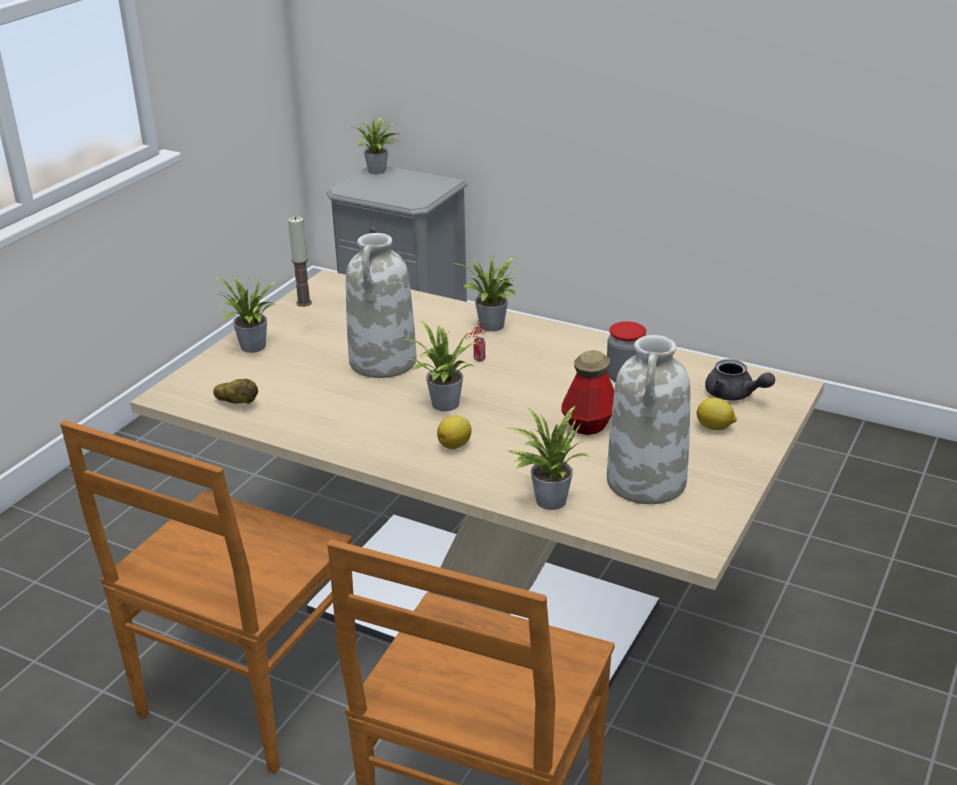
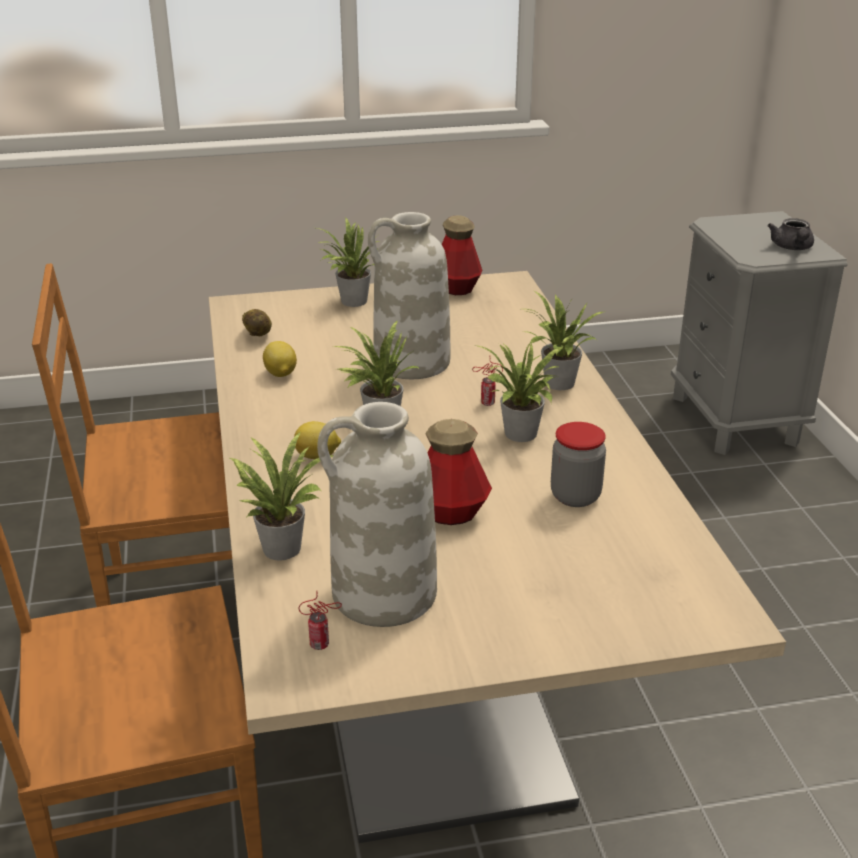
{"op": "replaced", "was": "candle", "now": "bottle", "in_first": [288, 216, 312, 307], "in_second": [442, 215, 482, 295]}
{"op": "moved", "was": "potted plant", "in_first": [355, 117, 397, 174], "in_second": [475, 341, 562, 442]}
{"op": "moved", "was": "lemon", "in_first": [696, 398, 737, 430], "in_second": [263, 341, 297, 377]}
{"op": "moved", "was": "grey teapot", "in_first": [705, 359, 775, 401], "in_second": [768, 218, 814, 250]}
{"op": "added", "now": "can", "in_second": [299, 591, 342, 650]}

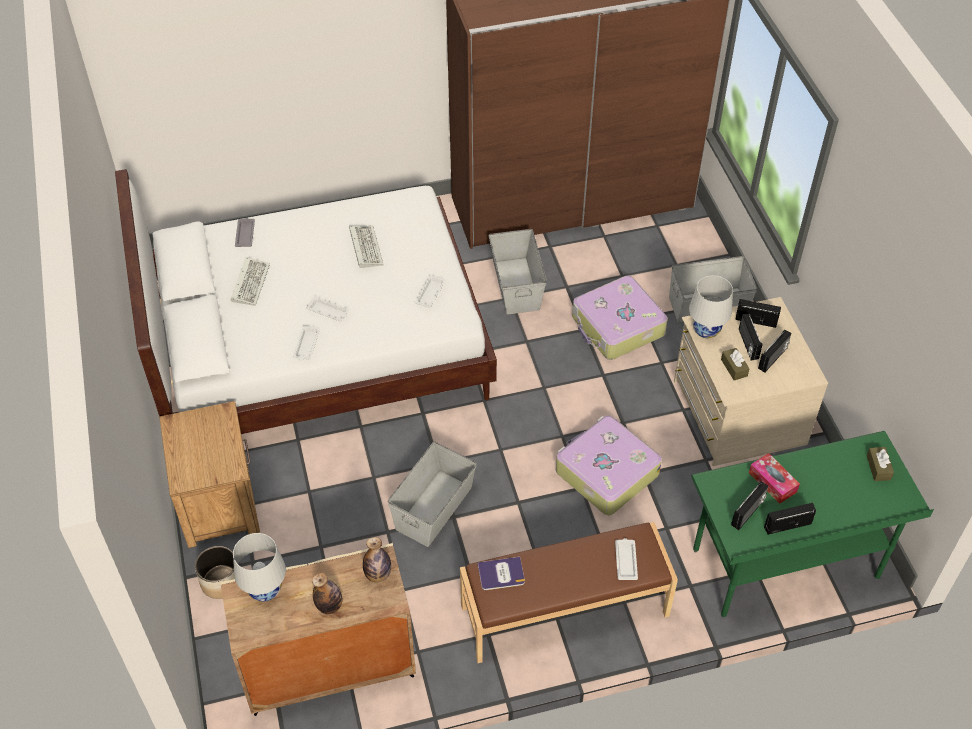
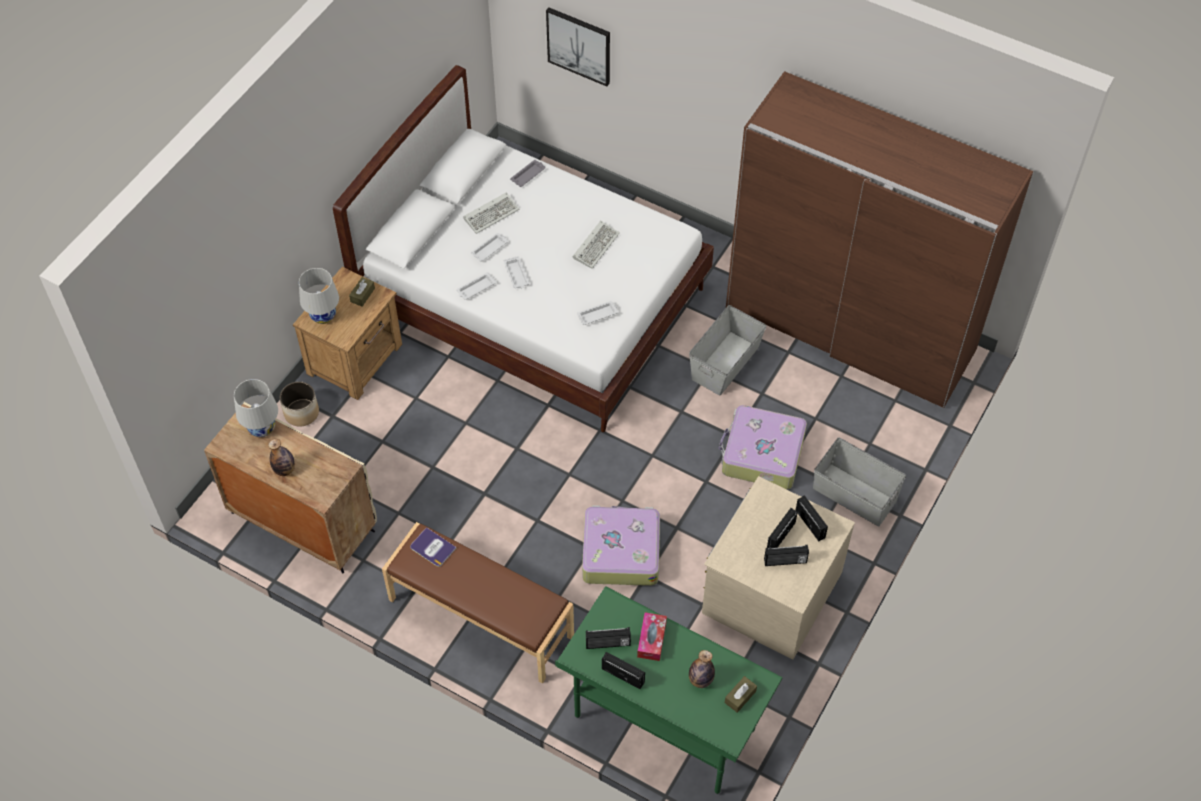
{"op": "moved", "was": "bottle", "in_first": [363, 537, 391, 583], "in_second": [689, 650, 715, 688]}
{"op": "removed", "was": "grey storage box", "in_first": [388, 442, 477, 547]}
{"op": "moved", "was": "white tray", "in_first": [615, 538, 638, 580], "in_second": [471, 233, 508, 261]}
{"op": "moved", "was": "white table lamp", "in_first": [689, 276, 733, 339], "in_second": [299, 268, 339, 324]}
{"op": "moved", "was": "brown tissue box", "in_first": [721, 348, 750, 380], "in_second": [349, 277, 375, 307]}
{"op": "added", "now": "picture", "in_second": [546, 8, 610, 86]}

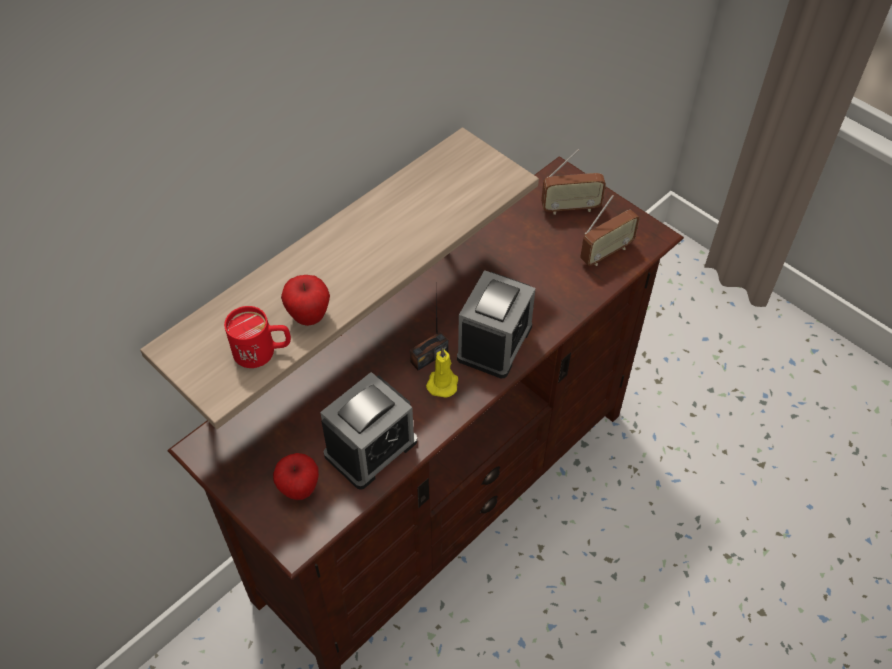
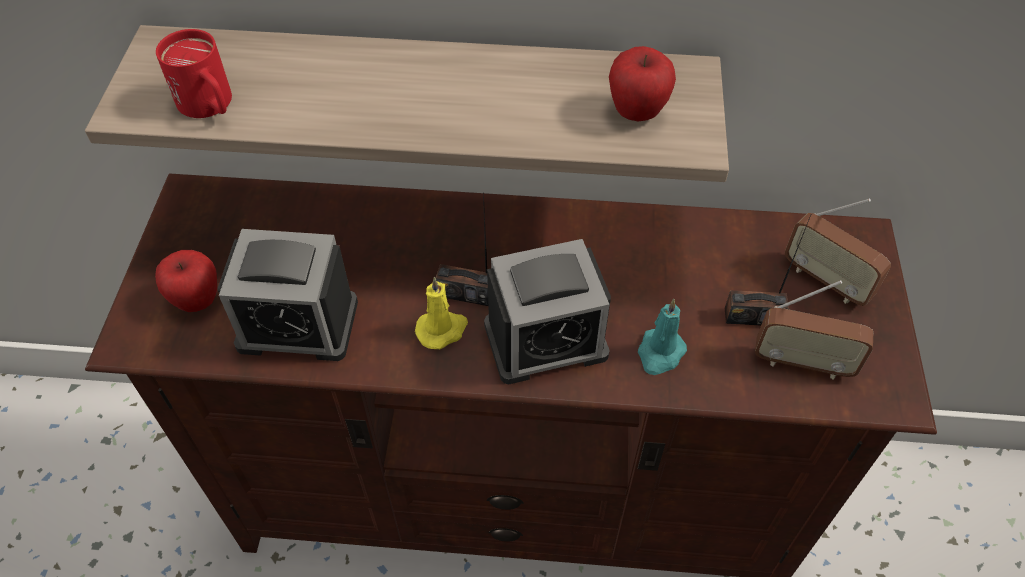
{"op": "moved", "was": "apple", "in_first": [281, 275, 330, 326], "in_second": [609, 46, 676, 121]}
{"op": "added", "now": "turquoise candle", "in_second": [638, 299, 687, 375]}
{"op": "added", "now": "radio", "in_second": [725, 215, 811, 325]}

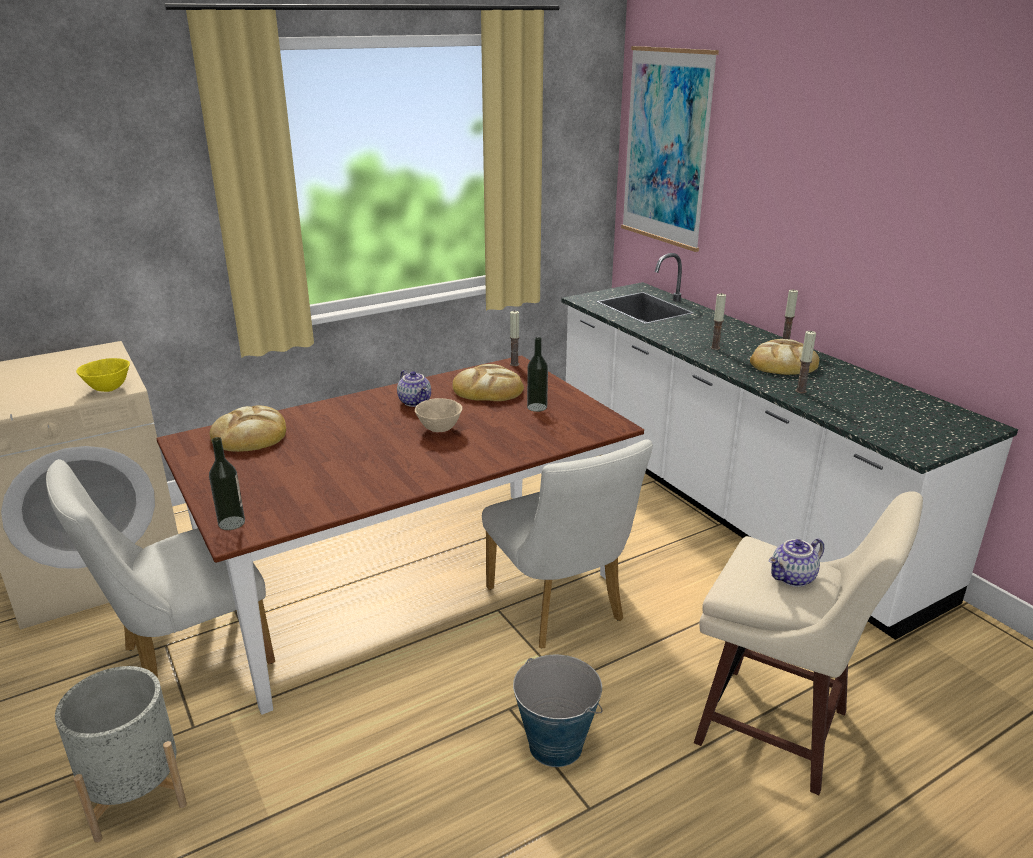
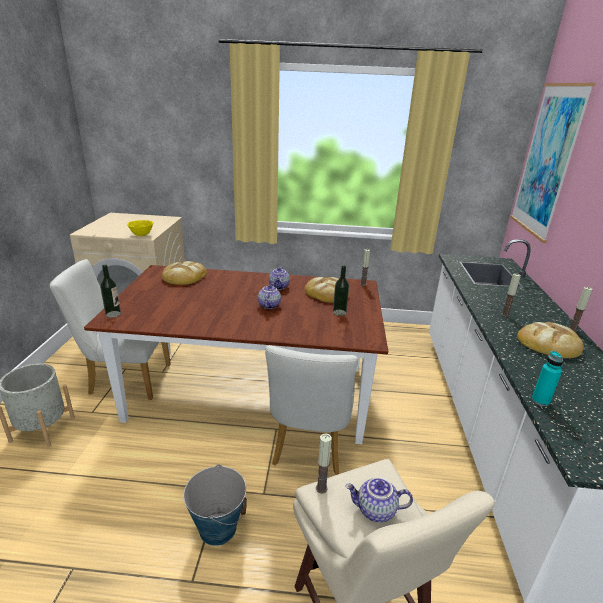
{"op": "replaced", "was": "beige bowl", "now": "teapot", "in_first": [415, 398, 463, 432], "in_second": [258, 283, 281, 309]}
{"op": "moved", "was": "candle", "in_first": [795, 330, 816, 394], "in_second": [316, 434, 332, 493]}
{"op": "added", "now": "turquoise bottle", "in_second": [532, 351, 563, 406]}

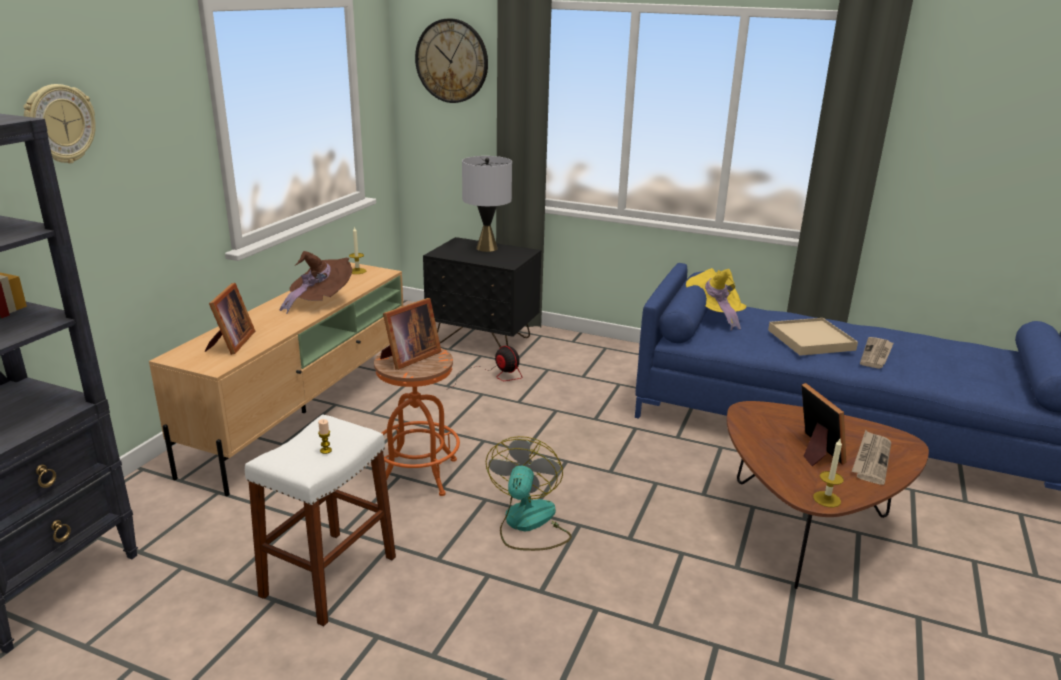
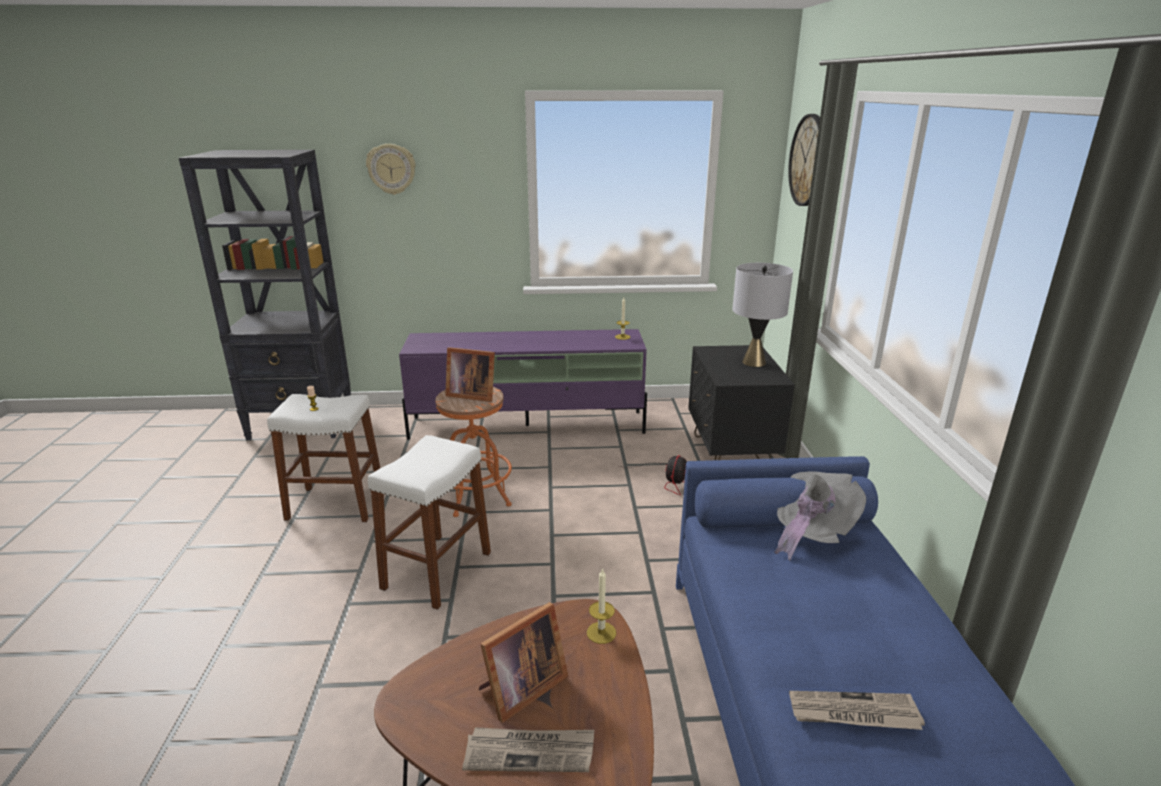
{"op": "recoloured", "was": "beige tv stand", "now": "purple tv stand", "in_first": [149, 262, 403, 496], "in_second": [399, 329, 647, 440]}
{"op": "removed", "was": "picture frame", "in_first": [205, 283, 255, 355]}
{"op": "removed", "was": "brown hat", "in_first": [280, 251, 352, 314]}
{"op": "replaced", "was": "fan", "now": "white stool", "in_first": [485, 436, 572, 551], "in_second": [368, 435, 491, 610]}
{"op": "recoloured", "was": "yellow hat", "now": "grey hat", "in_first": [686, 268, 747, 331], "in_second": [774, 471, 866, 560]}
{"op": "removed", "was": "beige tray", "in_first": [768, 318, 858, 356]}
{"op": "moved", "was": "candle", "in_first": [813, 439, 844, 507], "in_second": [587, 568, 616, 644]}

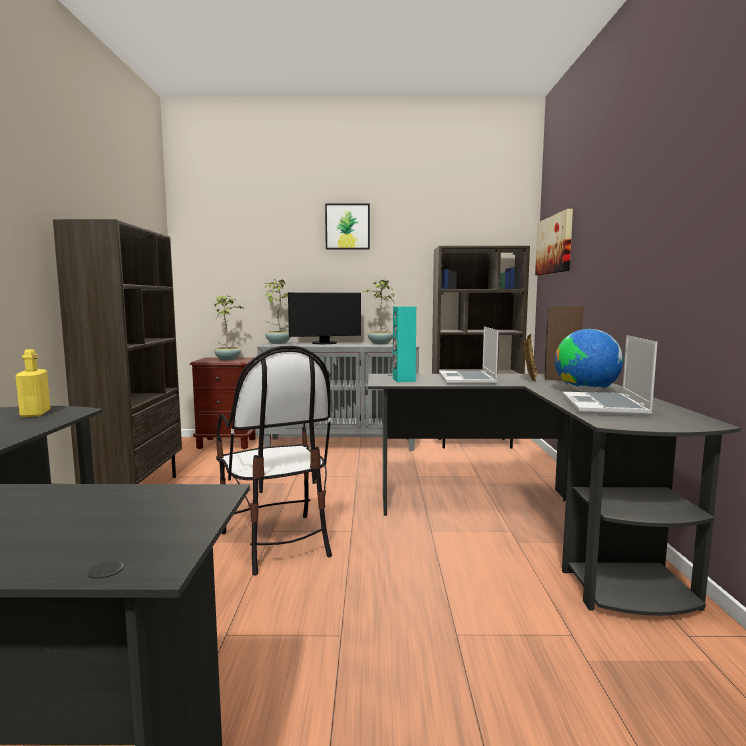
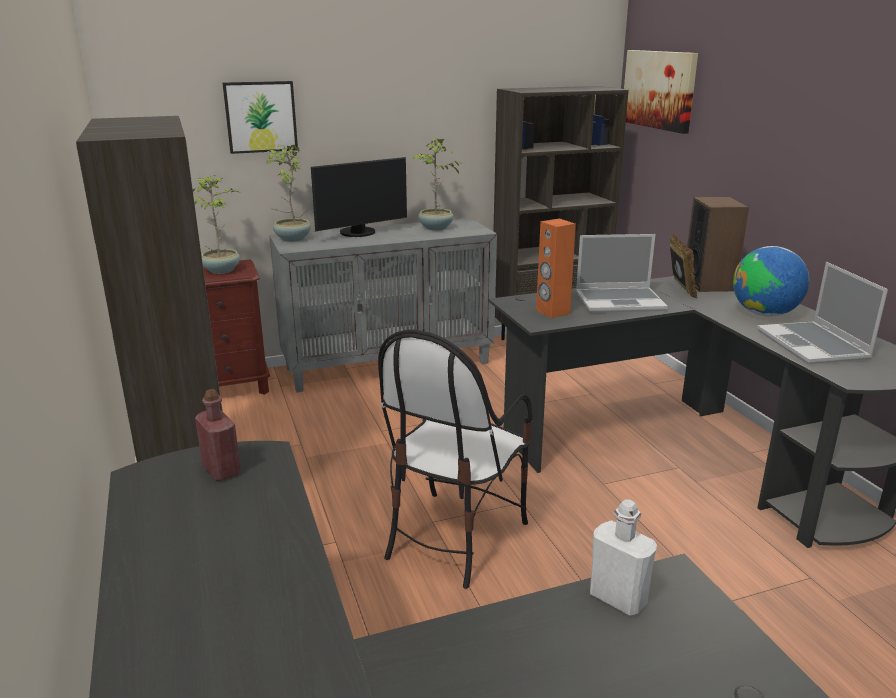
{"op": "recoloured", "was": "yellow bottle", "now": "red bottle", "in_first": [16, 349, 50, 417], "in_second": [195, 389, 241, 481]}
{"op": "turned", "was": "chair", "in_first": [216, 346, 332, 576], "in_second": [378, 329, 533, 589], "clockwise": 75}
{"op": "moved", "was": "picture", "in_first": [325, 204, 370, 250], "in_second": [223, 81, 298, 154]}
{"op": "recoloured", "was": "turquoise speaker", "now": "orange speaker", "in_first": [392, 306, 416, 382], "in_second": [536, 218, 576, 318]}
{"op": "turned", "was": "laptop", "in_first": [439, 327, 499, 385], "in_second": [576, 234, 668, 313], "clockwise": -75}
{"op": "added", "now": "white bottle", "in_second": [590, 499, 657, 616]}

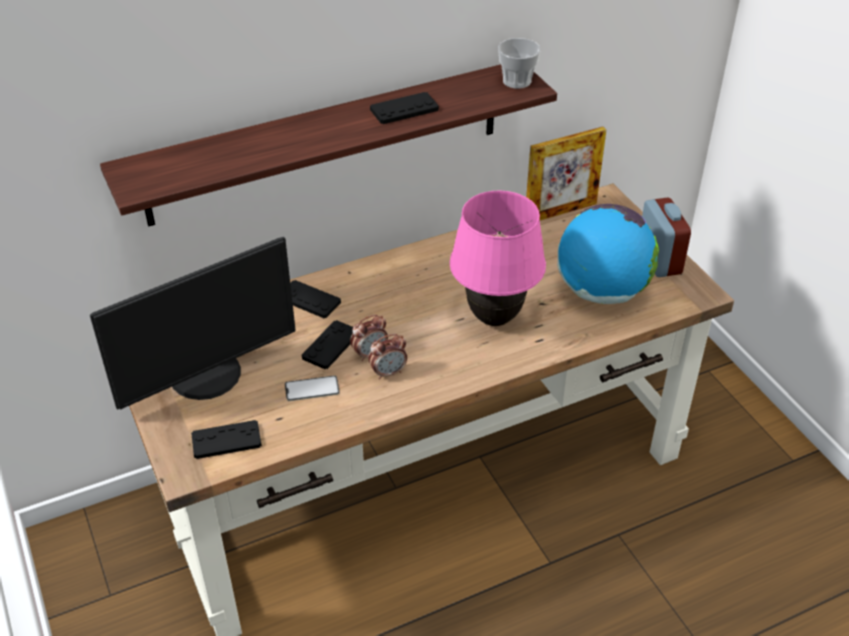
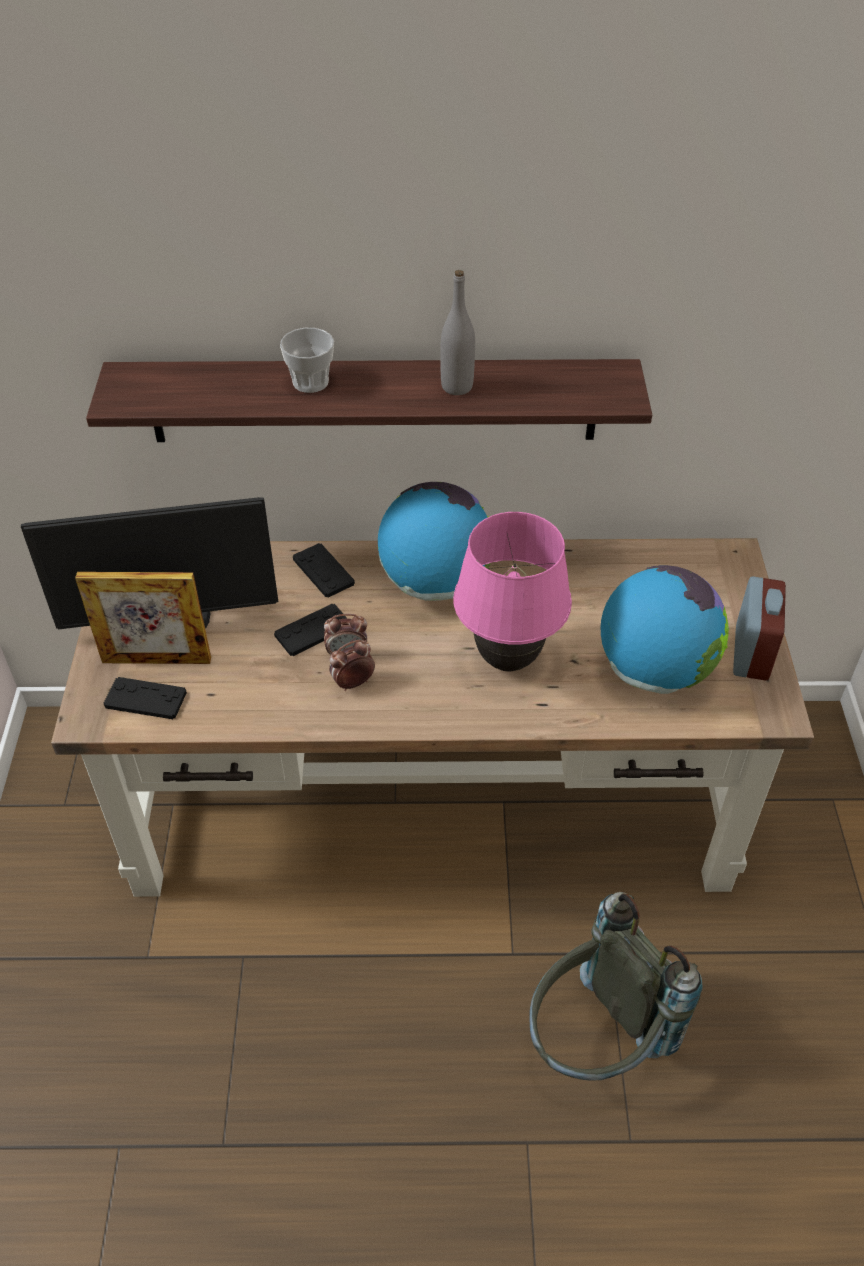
{"op": "removed", "was": "phone", "in_first": [285, 375, 340, 401]}
{"op": "turned", "was": "alarm clock", "in_first": [368, 334, 407, 380], "in_second": [329, 640, 375, 691], "clockwise": 150}
{"op": "replaced", "was": "black game controller", "now": "grey bottle", "in_first": [370, 92, 439, 124], "in_second": [440, 270, 475, 395]}
{"op": "moved", "was": "cup", "in_first": [498, 38, 541, 89], "in_second": [280, 328, 334, 393]}
{"op": "moved", "was": "picture frame", "in_first": [526, 127, 606, 220], "in_second": [75, 572, 211, 664]}
{"op": "added", "now": "globe", "in_second": [378, 482, 491, 601]}
{"op": "added", "now": "grey backpack", "in_second": [529, 892, 703, 1081]}

